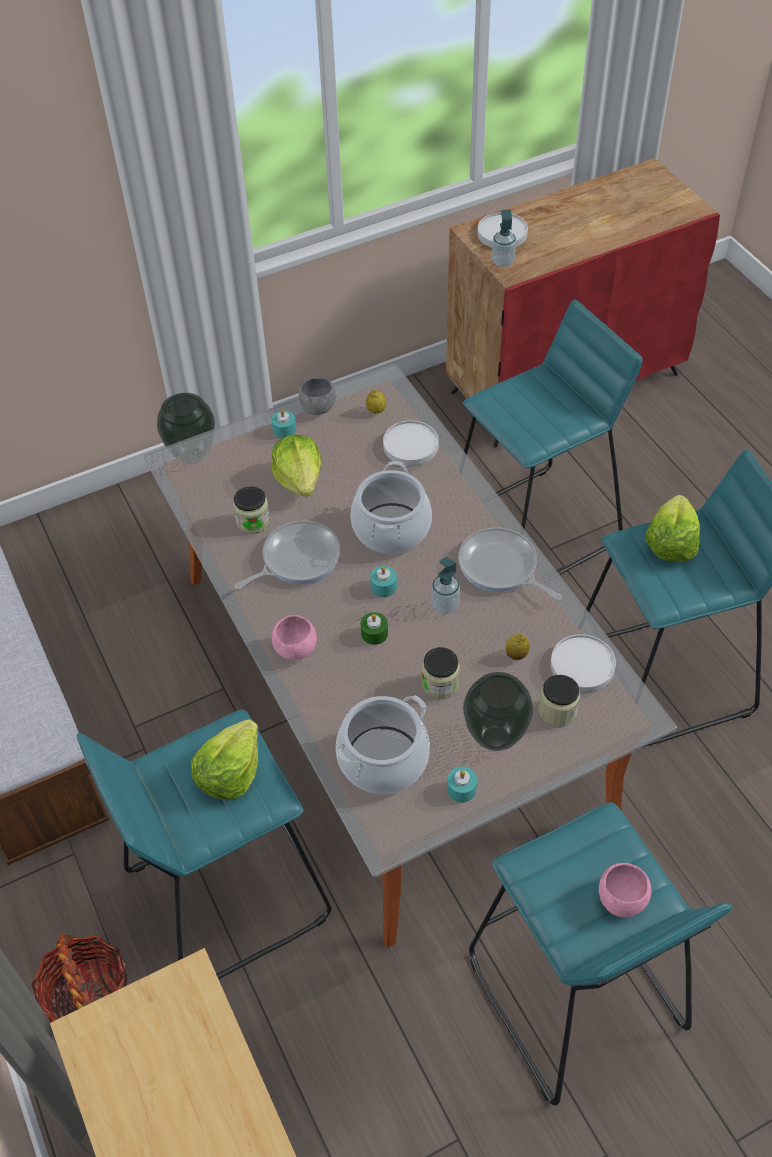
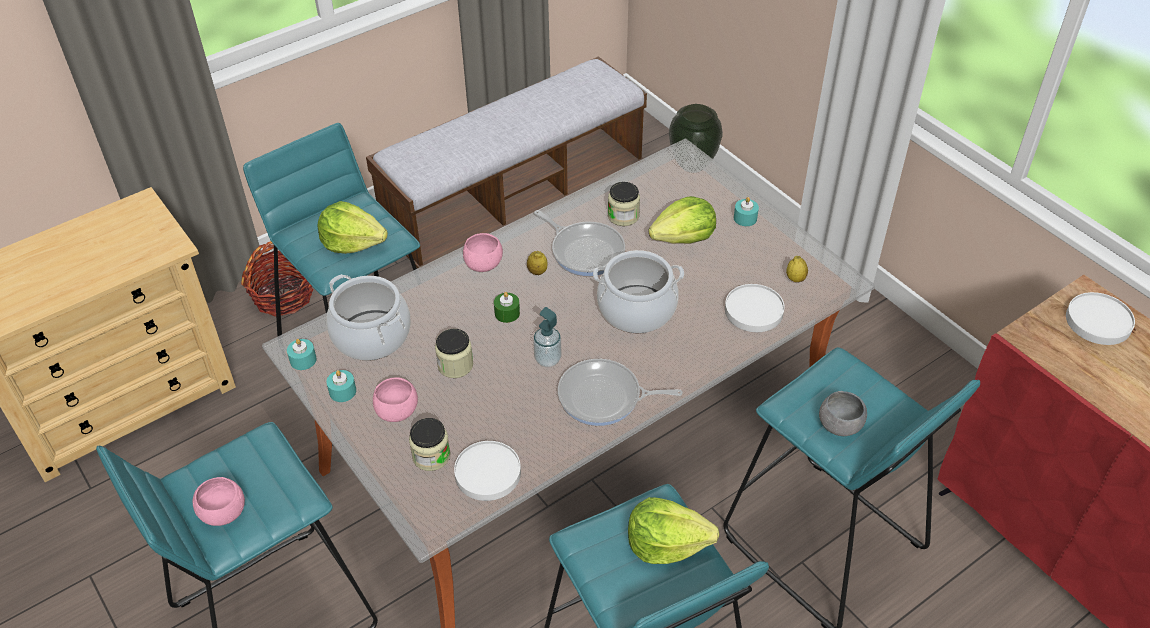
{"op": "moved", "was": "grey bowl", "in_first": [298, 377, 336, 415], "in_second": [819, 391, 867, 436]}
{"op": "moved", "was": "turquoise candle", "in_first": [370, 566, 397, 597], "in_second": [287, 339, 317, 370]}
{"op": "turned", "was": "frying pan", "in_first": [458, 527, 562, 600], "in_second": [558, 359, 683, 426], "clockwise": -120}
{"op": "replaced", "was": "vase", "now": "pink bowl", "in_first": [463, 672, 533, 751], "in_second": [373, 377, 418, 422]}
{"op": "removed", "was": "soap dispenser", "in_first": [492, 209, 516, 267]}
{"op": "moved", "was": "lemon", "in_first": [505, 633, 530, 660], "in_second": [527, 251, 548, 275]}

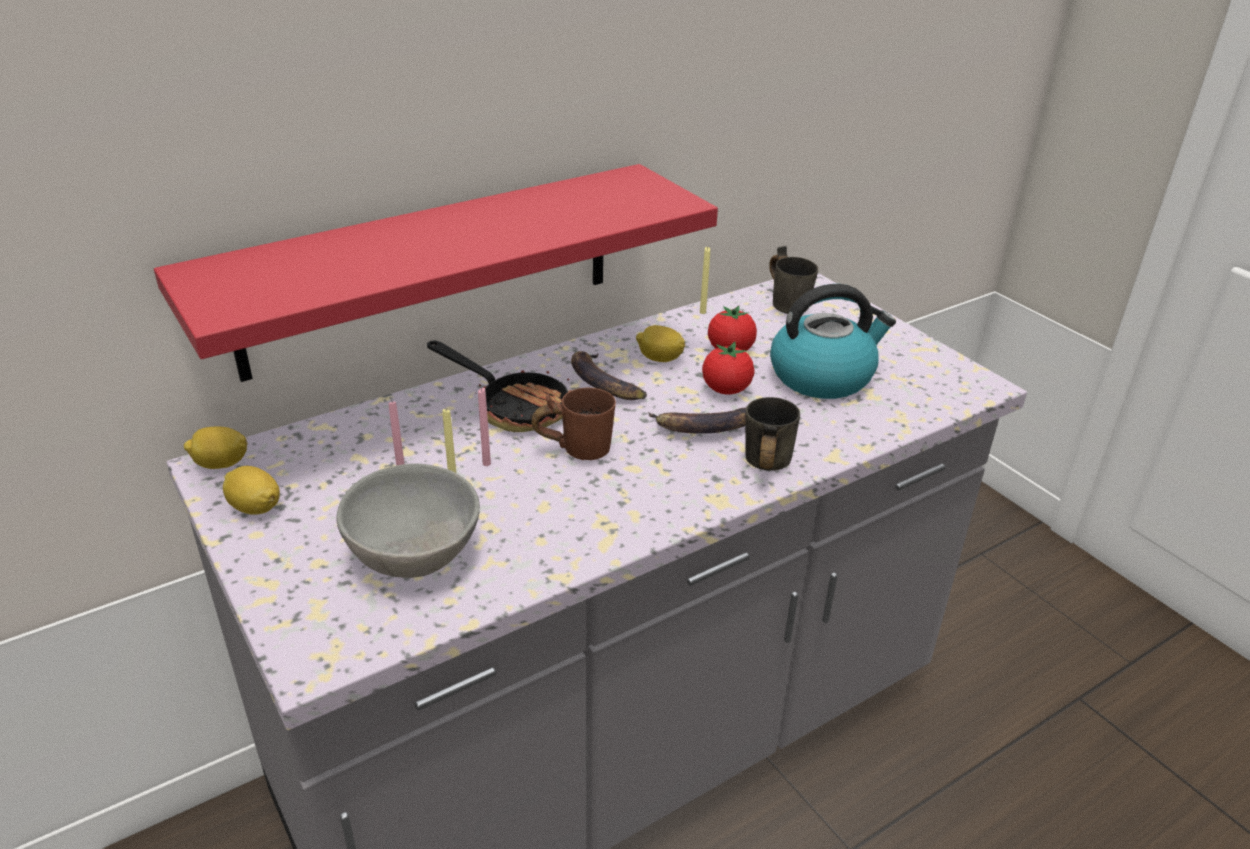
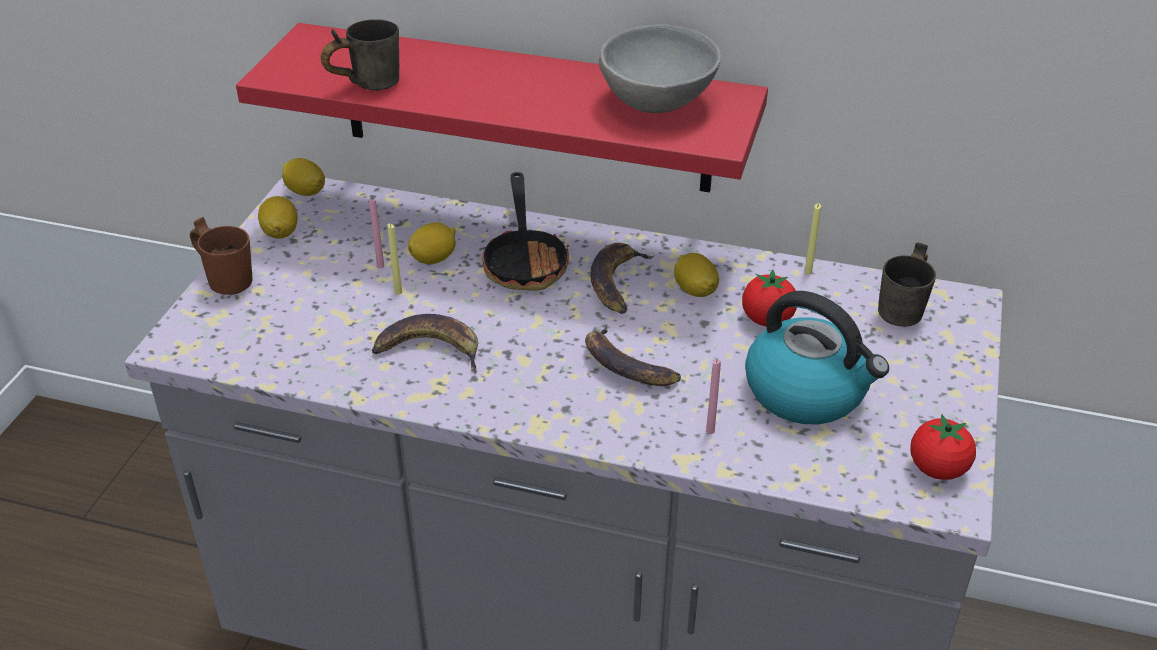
{"op": "moved", "was": "grey bowl", "in_first": [337, 463, 480, 578], "in_second": [599, 24, 721, 113]}
{"op": "moved", "was": "pink candle", "in_first": [478, 388, 491, 466], "in_second": [706, 360, 721, 434]}
{"op": "moved", "was": "brown mug", "in_first": [531, 388, 616, 460], "in_second": [190, 217, 252, 295]}
{"op": "moved", "was": "tomato", "in_first": [702, 342, 754, 395], "in_second": [910, 414, 976, 480]}
{"op": "moved", "was": "grey mug", "in_first": [745, 397, 800, 471], "in_second": [321, 19, 399, 91]}
{"op": "added", "now": "banana", "in_second": [372, 314, 478, 374]}
{"op": "added", "now": "lemon", "in_second": [408, 222, 456, 264]}

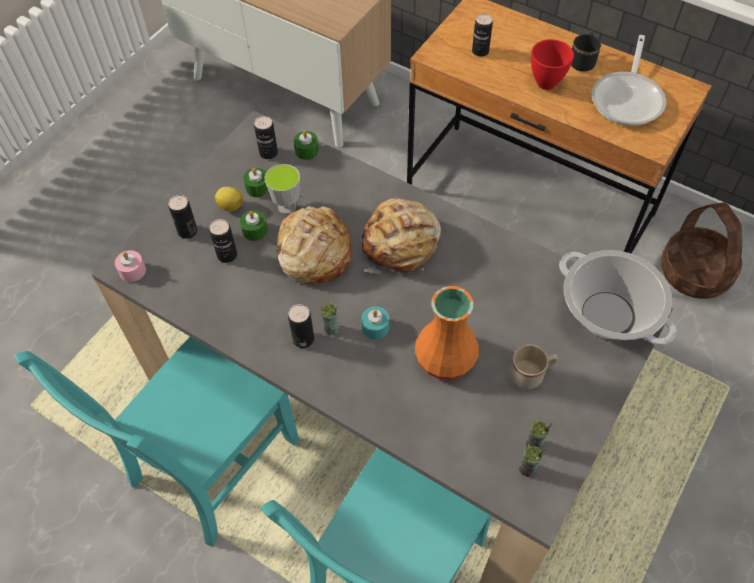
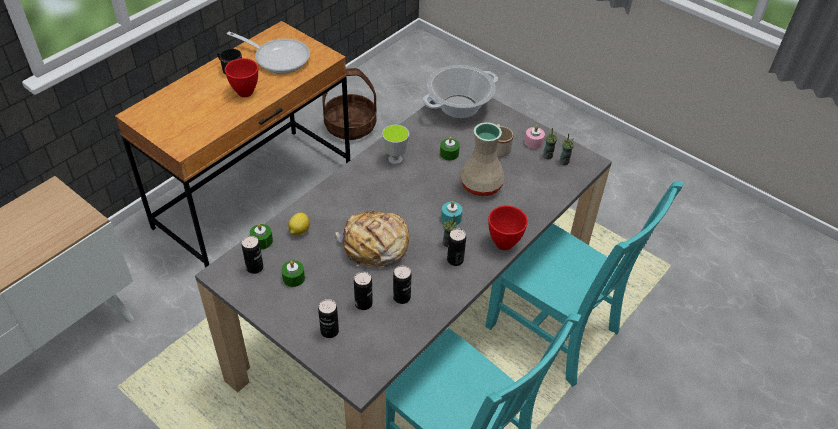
{"op": "moved", "was": "pink candle", "in_first": [115, 250, 146, 282], "in_second": [525, 125, 545, 149]}
{"op": "moved", "was": "lemon", "in_first": [215, 187, 243, 212], "in_second": [288, 212, 310, 235]}
{"op": "moved", "was": "green candle", "in_first": [240, 210, 268, 241], "in_second": [440, 137, 460, 161]}
{"op": "moved", "was": "cup", "in_first": [264, 164, 300, 214], "in_second": [382, 125, 409, 164]}
{"op": "removed", "was": "bread", "in_first": [362, 198, 441, 275]}
{"op": "recoloured", "was": "orange vase", "now": "beige vase", "in_first": [415, 286, 479, 380], "in_second": [460, 122, 505, 196]}
{"op": "moved", "was": "can", "in_first": [472, 14, 493, 57], "in_second": [393, 266, 411, 304]}
{"op": "added", "now": "red bowl", "in_second": [488, 206, 528, 250]}

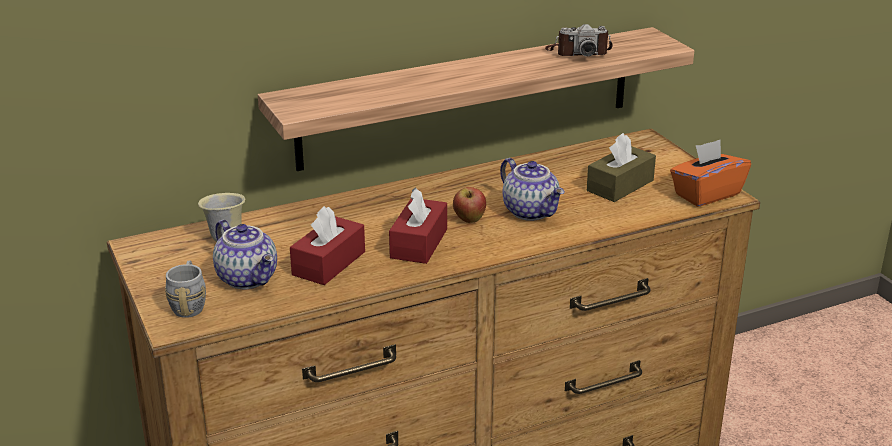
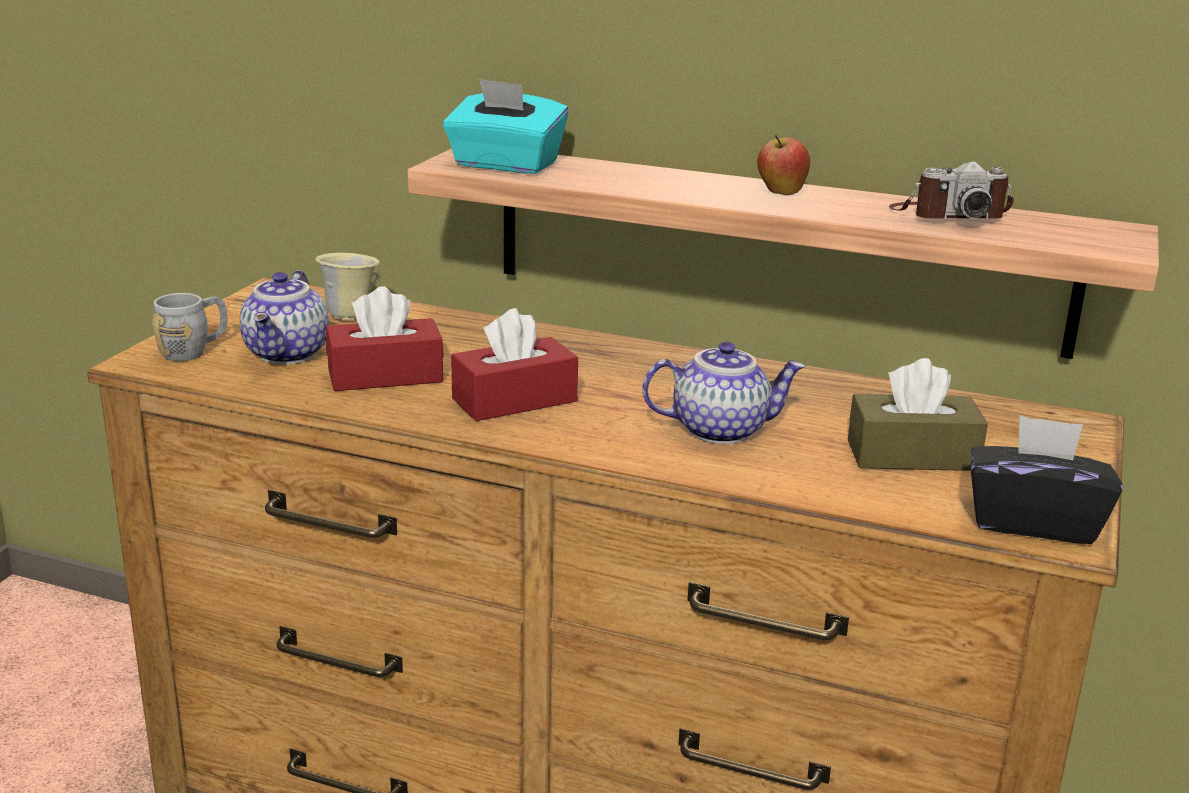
{"op": "moved", "was": "apple", "in_first": [453, 187, 486, 223], "in_second": [757, 135, 810, 195]}
{"op": "turned", "was": "teapot", "in_first": [500, 158, 564, 221], "in_second": [642, 341, 806, 444], "clockwise": -105}
{"op": "turned", "was": "photo camera", "in_first": [545, 24, 613, 56], "in_second": [889, 161, 1014, 219], "clockwise": -45}
{"op": "recoloured", "was": "orange tissue box", "now": "black tissue box", "in_first": [670, 140, 751, 207], "in_second": [971, 415, 1123, 544]}
{"op": "added", "now": "turquoise tissue box", "in_second": [443, 78, 568, 174]}

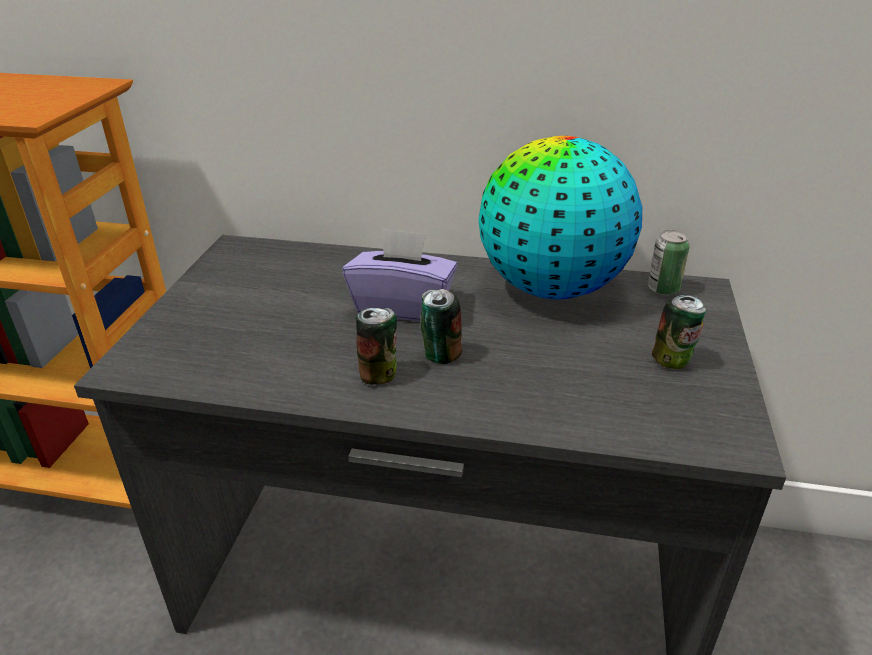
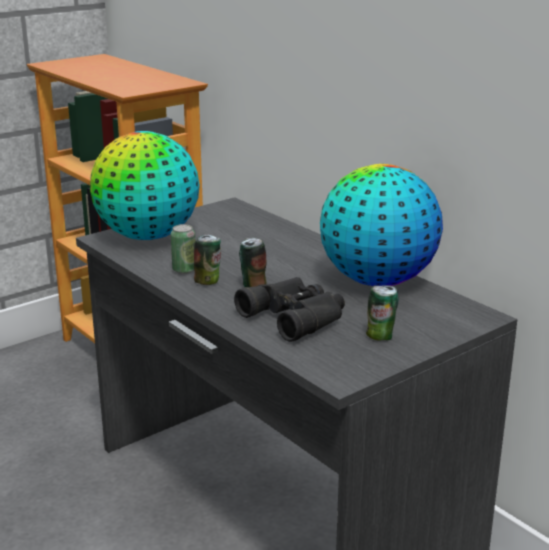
{"op": "removed", "was": "purple tissue box", "in_first": [342, 228, 458, 322]}
{"op": "moved", "was": "can", "in_first": [648, 230, 690, 296], "in_second": [171, 224, 195, 274]}
{"op": "added", "now": "globe", "in_second": [90, 131, 200, 240]}
{"op": "added", "now": "black binoculars", "in_second": [234, 277, 345, 342]}

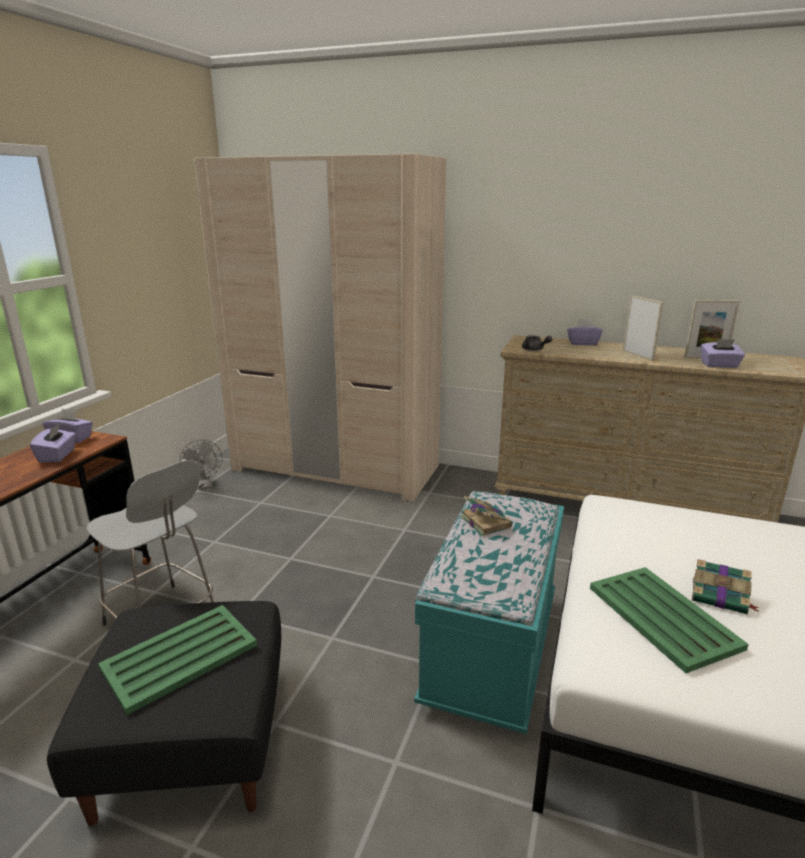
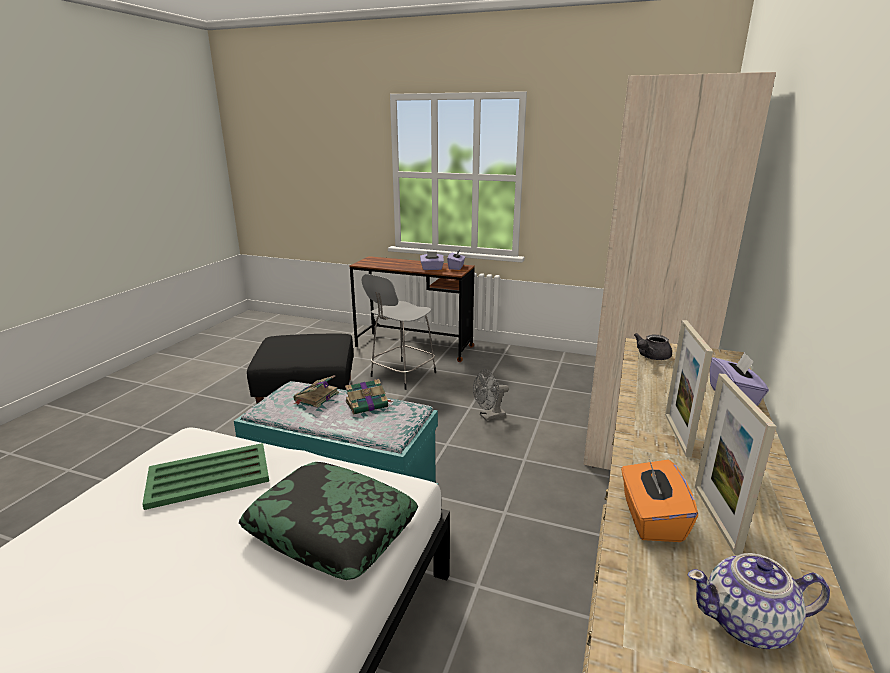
{"op": "removed", "was": "green tray", "in_first": [98, 605, 257, 715]}
{"op": "moved", "was": "grey fan", "in_first": [180, 439, 222, 490], "in_second": [473, 369, 509, 421]}
{"op": "turned", "was": "picture frame", "in_first": [623, 296, 664, 361], "in_second": [665, 320, 713, 457], "clockwise": 120}
{"op": "moved", "was": "book", "in_first": [692, 559, 759, 614], "in_second": [294, 375, 339, 408]}
{"op": "recoloured", "was": "purple tissue box", "now": "orange tissue box", "in_first": [701, 339, 745, 368], "in_second": [621, 455, 698, 542]}
{"op": "added", "now": "pillow", "in_second": [239, 462, 418, 580]}
{"op": "added", "now": "teapot", "in_second": [688, 553, 830, 649]}

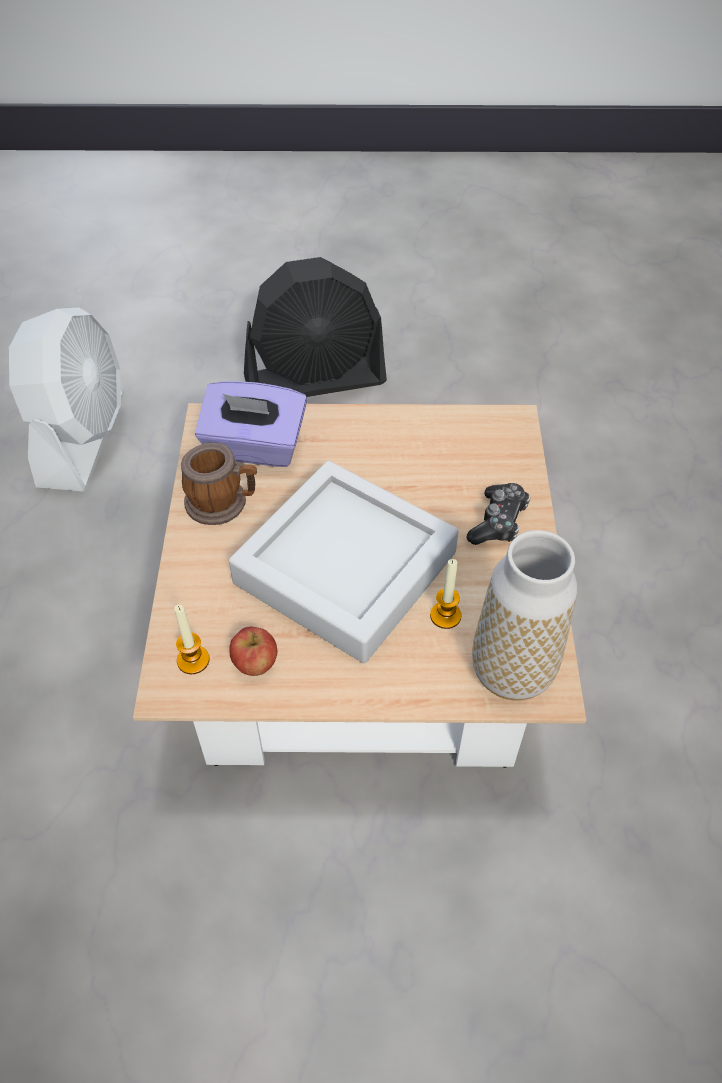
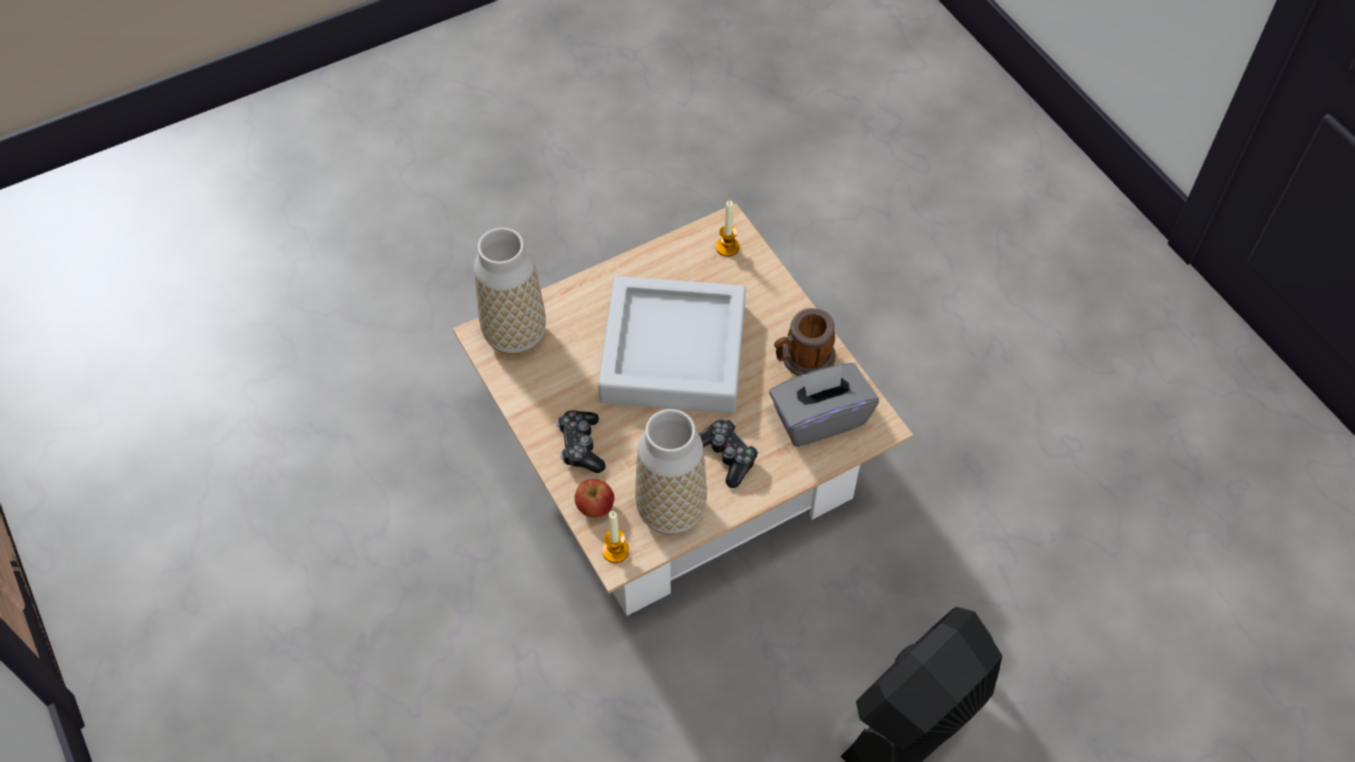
{"op": "removed", "was": "white fan", "in_first": [9, 308, 124, 491]}
{"op": "recoloured", "was": "purple tissue box", "now": "grey tissue box", "in_first": [195, 381, 307, 467], "in_second": [769, 363, 879, 447]}
{"op": "moved", "was": "apple", "in_first": [229, 627, 277, 676], "in_second": [575, 479, 614, 518]}
{"op": "moved", "was": "candle", "in_first": [430, 559, 462, 629], "in_second": [602, 511, 629, 563]}
{"op": "added", "now": "vase", "in_second": [635, 409, 707, 535]}
{"op": "added", "now": "game controller", "in_second": [699, 420, 758, 488]}

